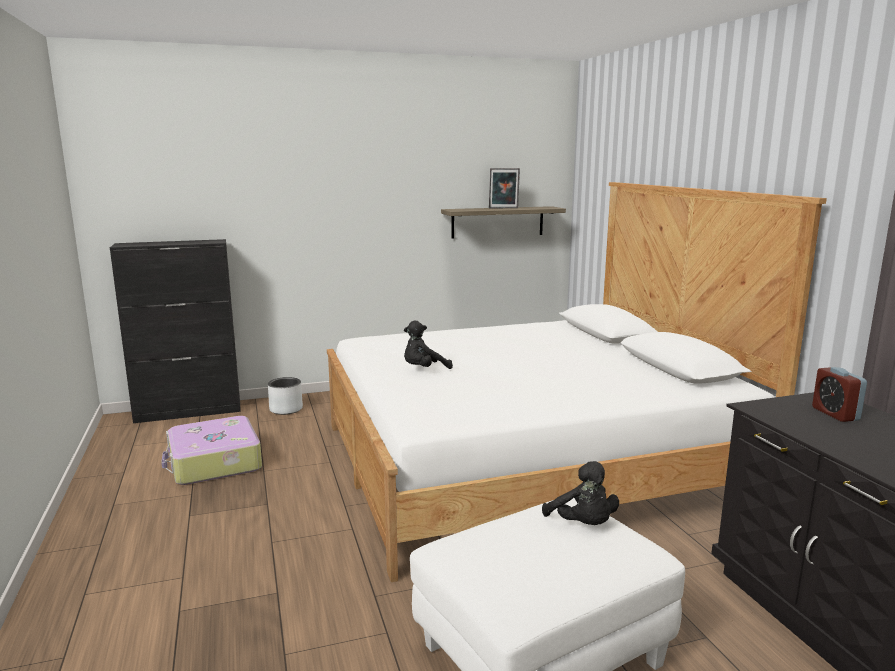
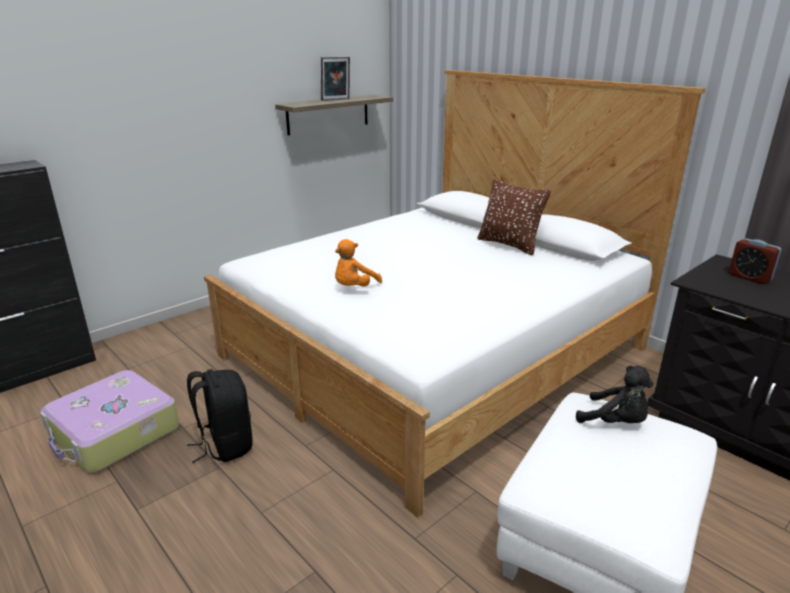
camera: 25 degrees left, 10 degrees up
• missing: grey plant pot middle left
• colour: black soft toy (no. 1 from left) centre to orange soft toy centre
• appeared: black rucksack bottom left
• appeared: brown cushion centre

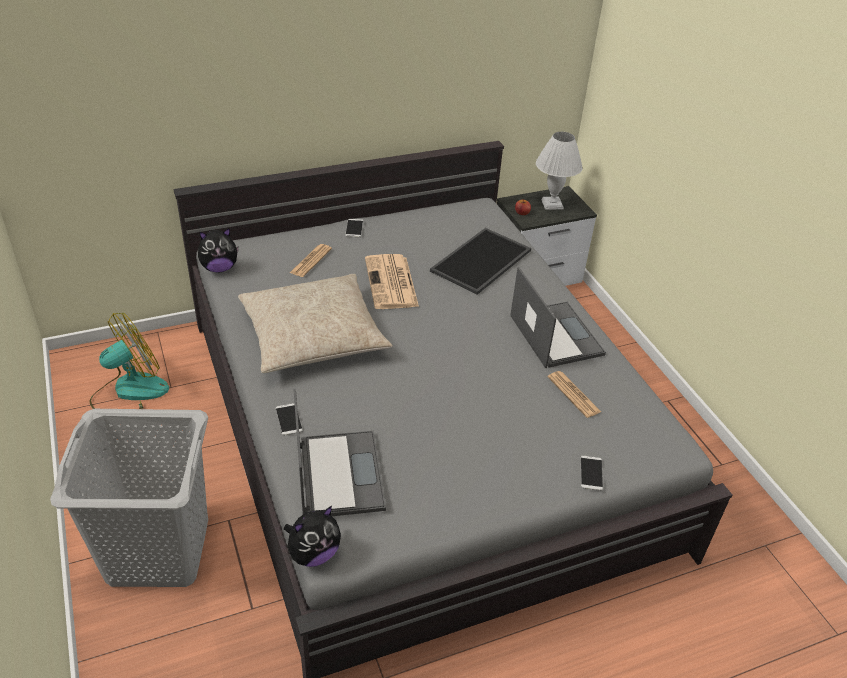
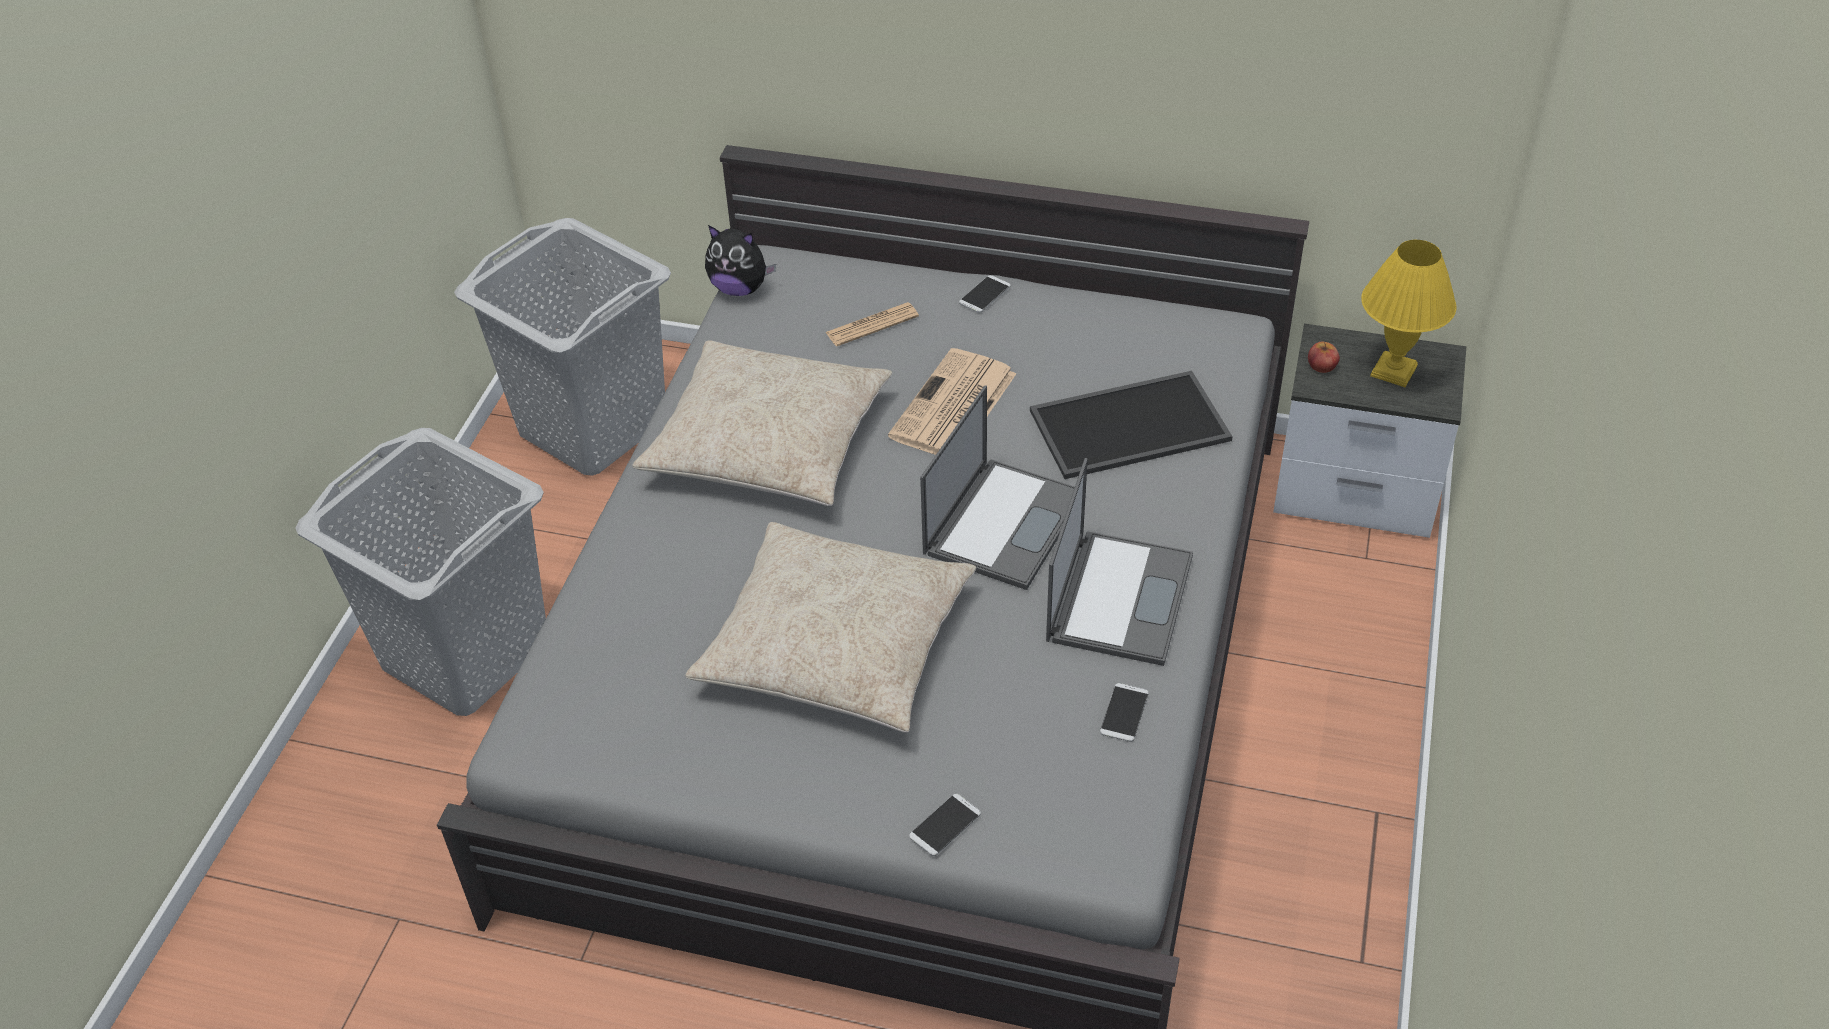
camera: 40 degrees right, 5 degrees up
• exchanged: fan middle left to grey laundry basket (no. 2 from left) middle left
• relocated: phone (no. 1 from left in the first image) centre to phone (no. 3 from left) bottom centre
• missing: soft toy (no. 2 from left) bottom centre
• relocated: portable computer (no. 1 from left) bottom centre to centre
• colour: whitish table lamp top centre to yellow table lamp top right
• missing: printed paper (no. 3 from left) middle right
• appeared: sand-coloured cushion (no. 2 from left) centre

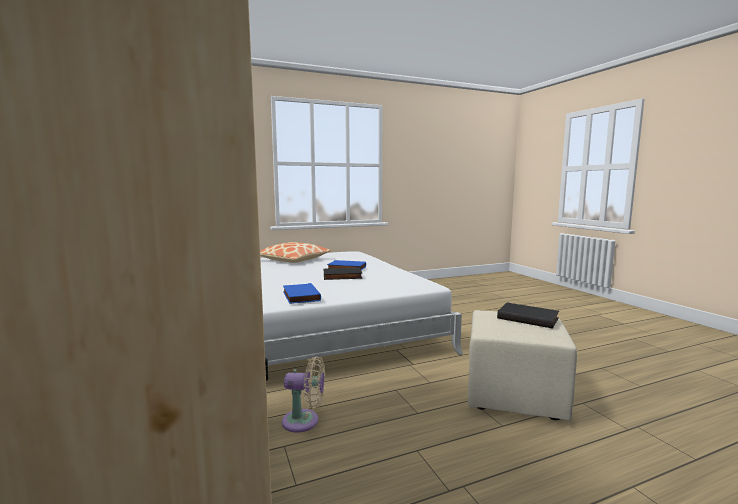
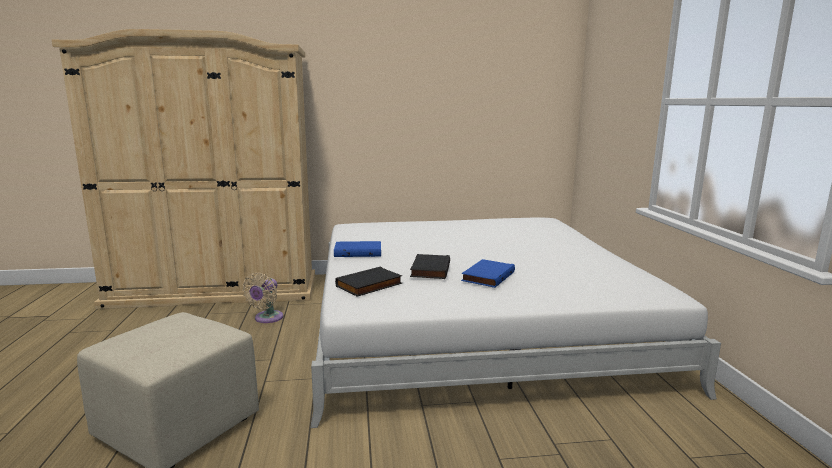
camera: 105 degrees right, 5 degrees up
• missing: cushion centre
• relocated: black book (no. 2 from left in the first image) middle right to black book (no. 1 from left) centre

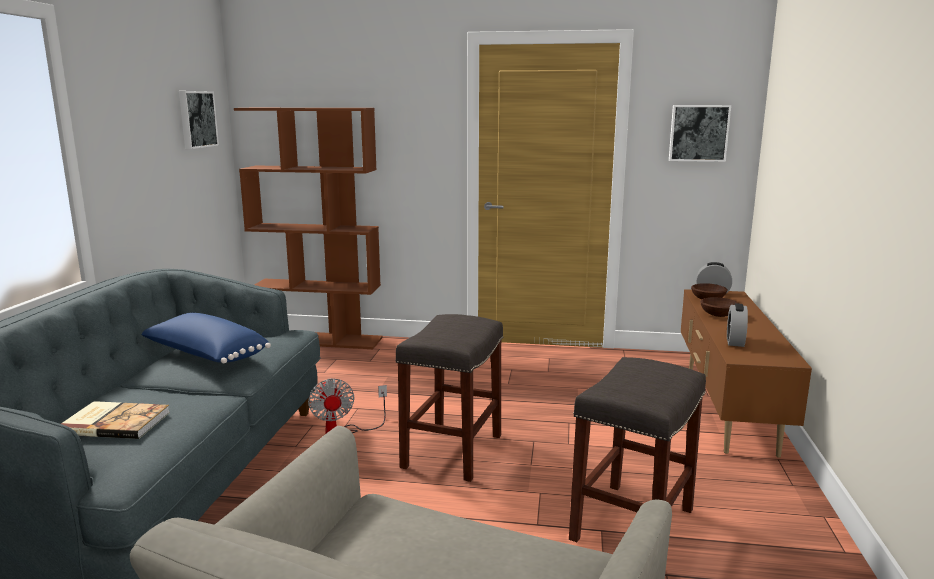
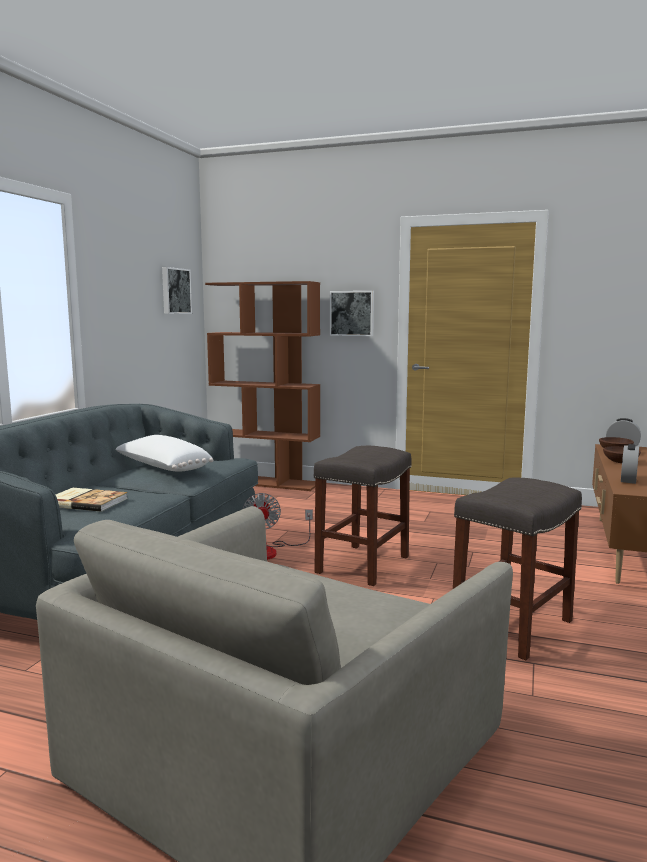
camera: 10 degrees right, 5 degrees down
• colour: blue cushion middle left to whitish cushion middle left
• relocated: wall picture (no. 2 from left) top right to centre

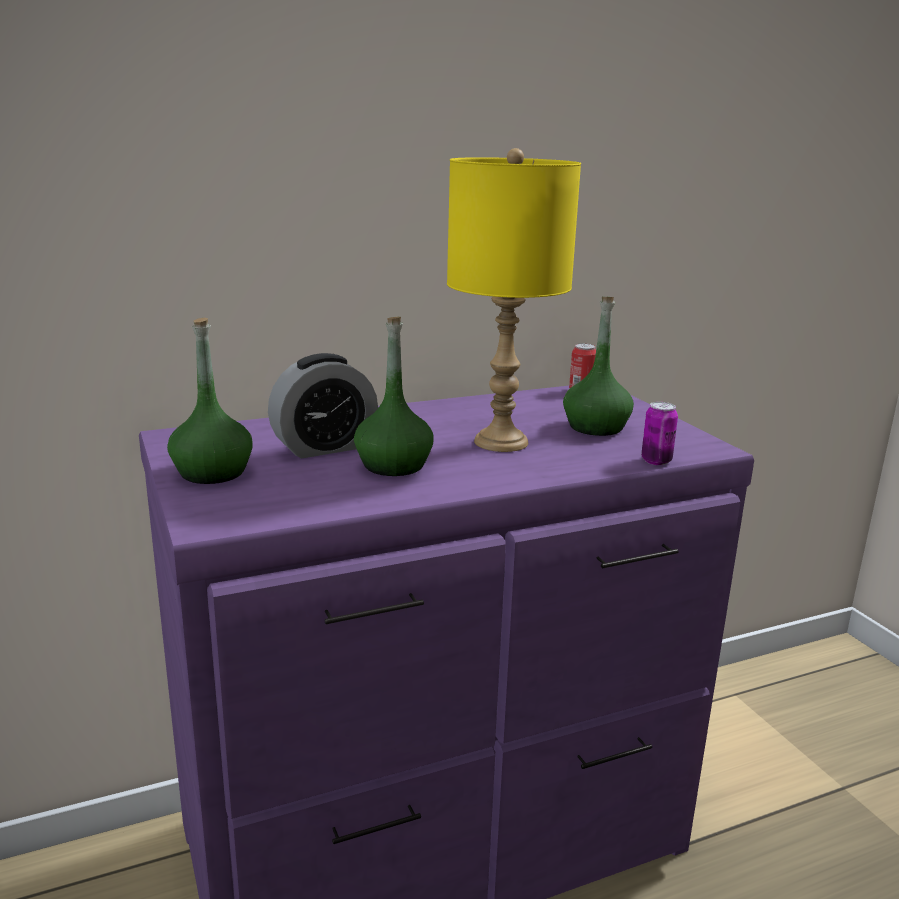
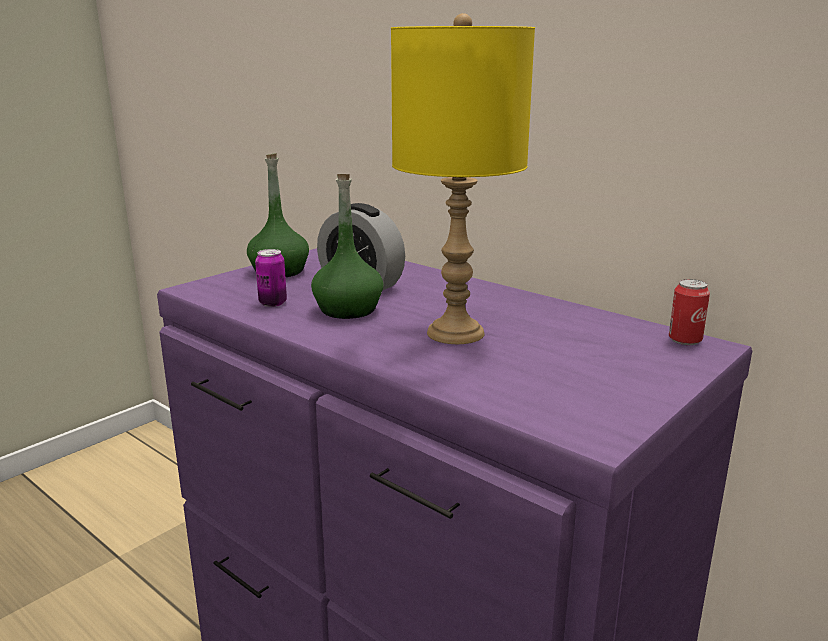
camera: 65 degrees right, 0 degrees up
• missing: green beverage bottle (no. 3 from left) centre
• relocated: metal can (no. 2 from left in the first image) middle right to metal can (no. 1 from left) middle left

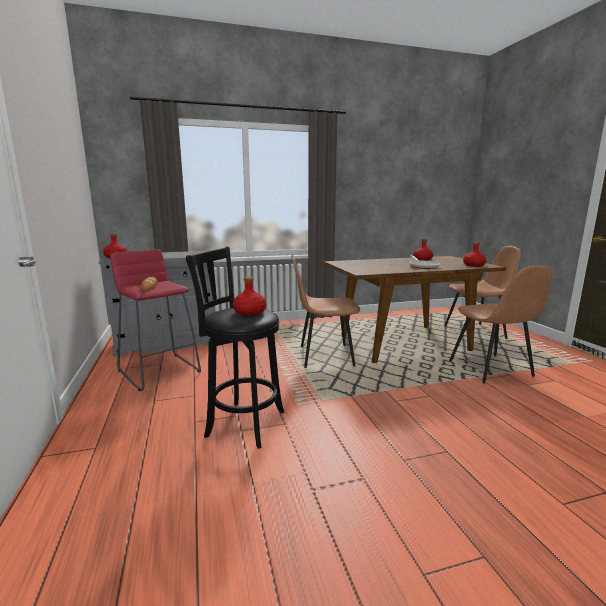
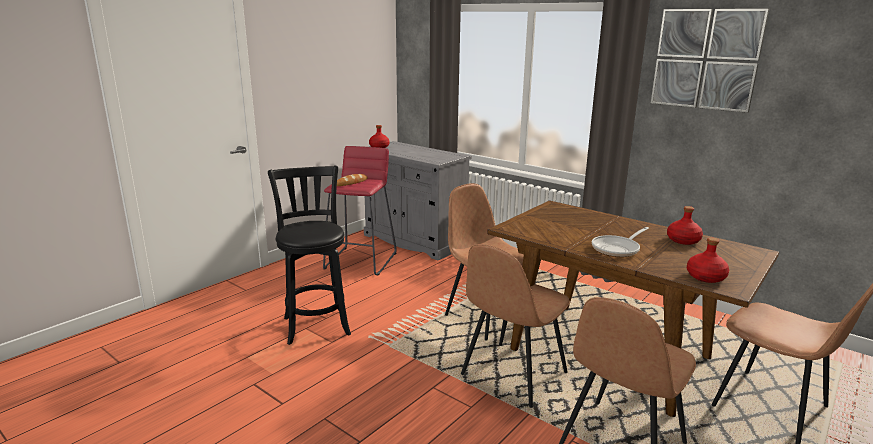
camera: 55 degrees right, 5 degrees up
• missing: red beverage bottle (no. 2 from left) centre
• appeared: brown plain chair (no. 2 from left) bottom centre
• appeared: wall picture top right

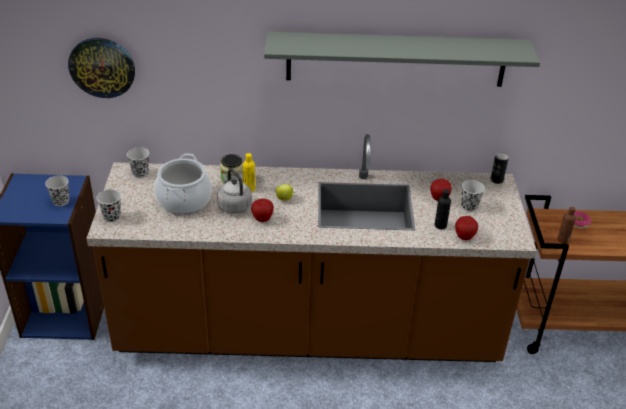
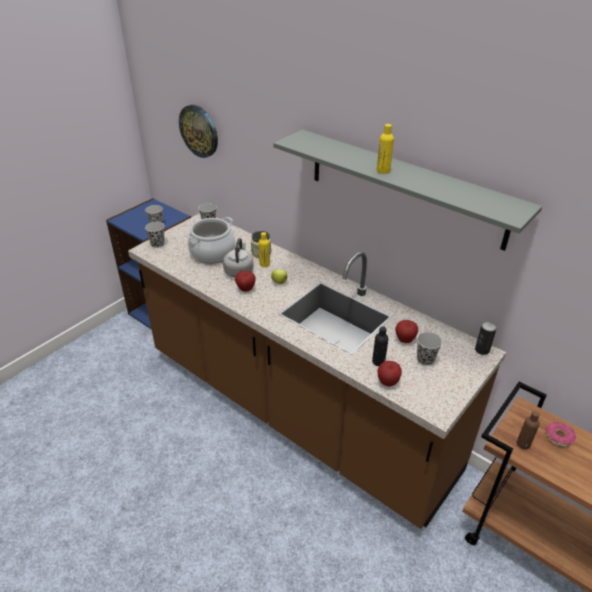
camera: 40 degrees right, 0 degrees up
• appeared: yellow beverage bottle (no. 2 from left) top centre

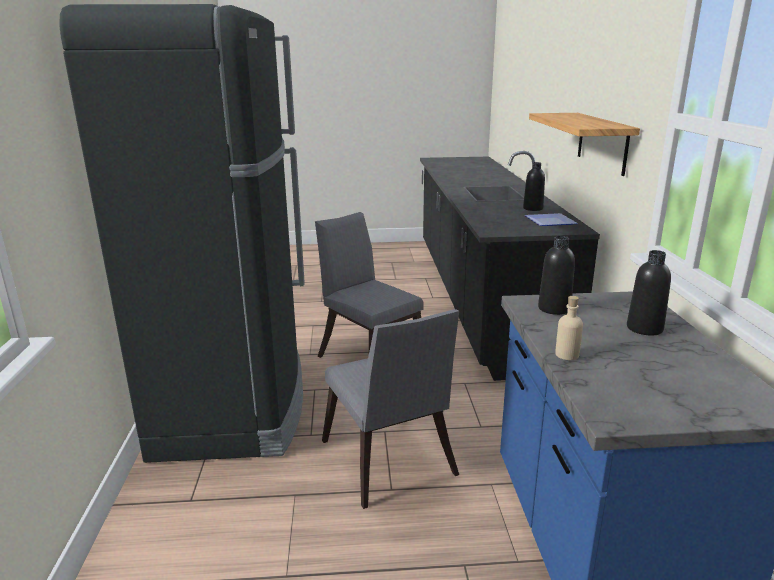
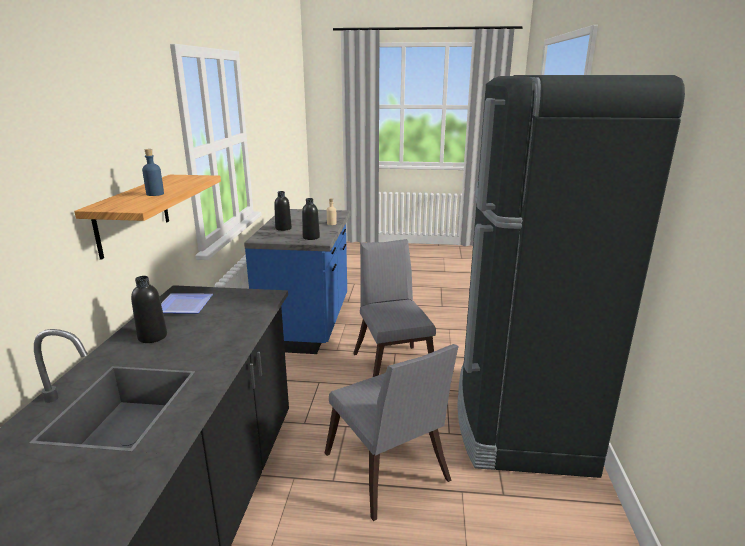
camera: 170 degrees left, 0 degrees up
• appeared: blue beverage bottle top left

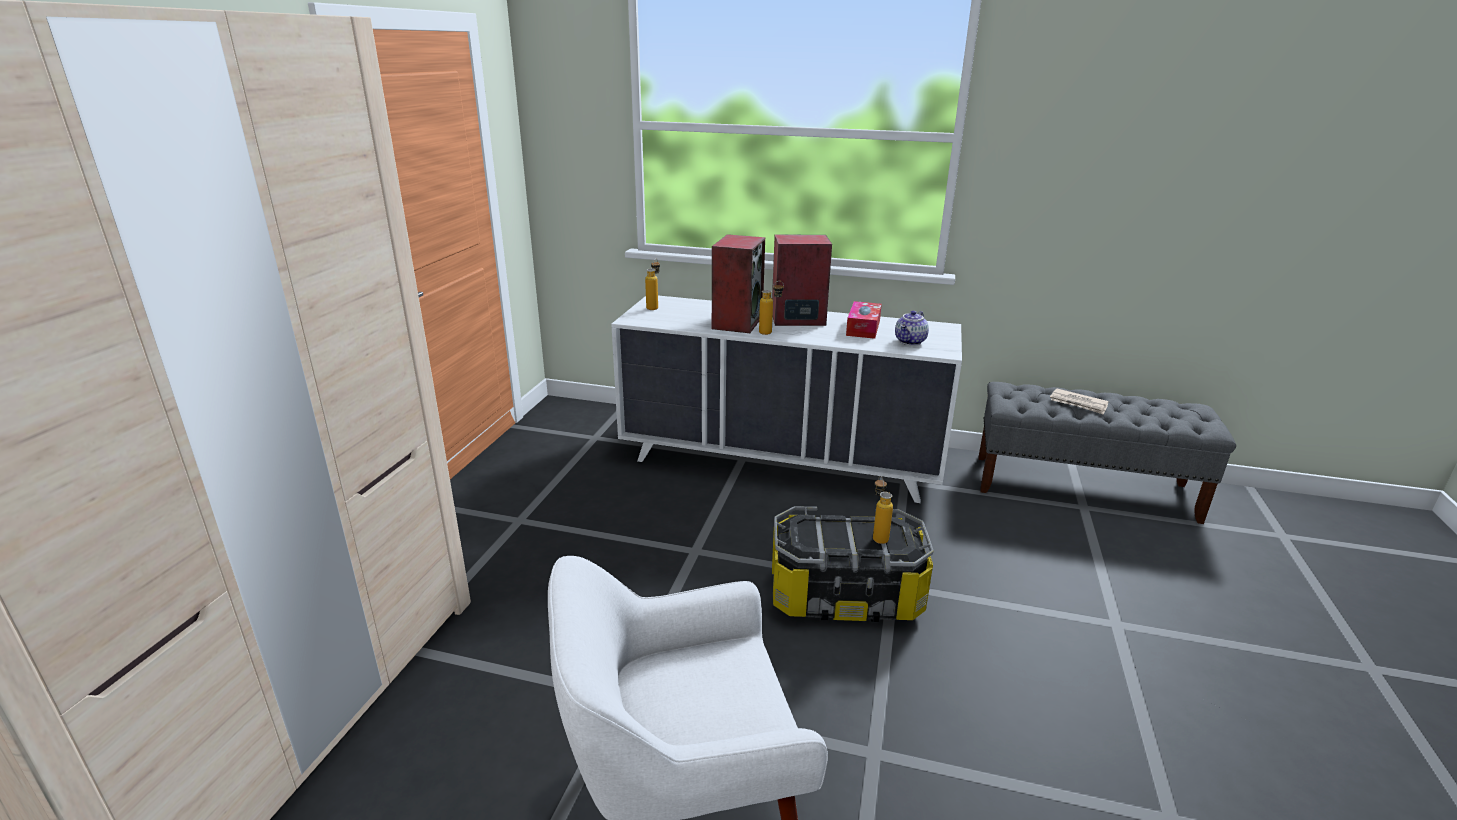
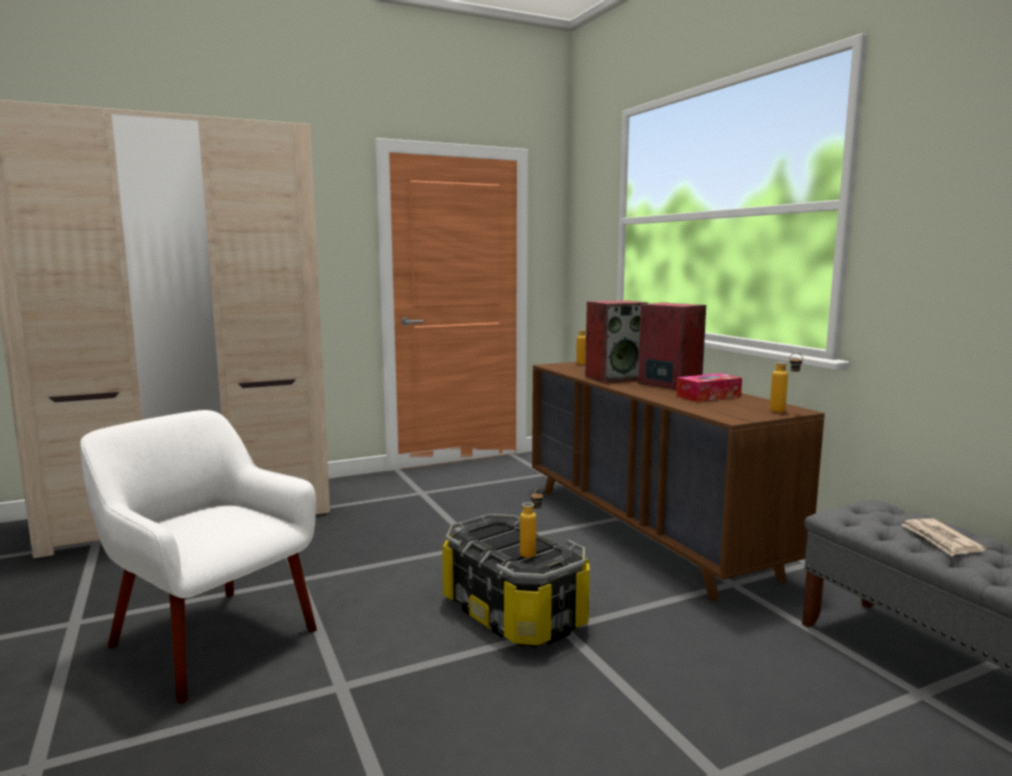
camera: 50 degrees right, 15 degrees down
• colour: whitish dresser centre to brown dresser middle right
• relocated: beverage bottle (no. 2 from left in the first image) centre to beverage bottle (no. 3 from left) middle right
• missing: tea pot centre

